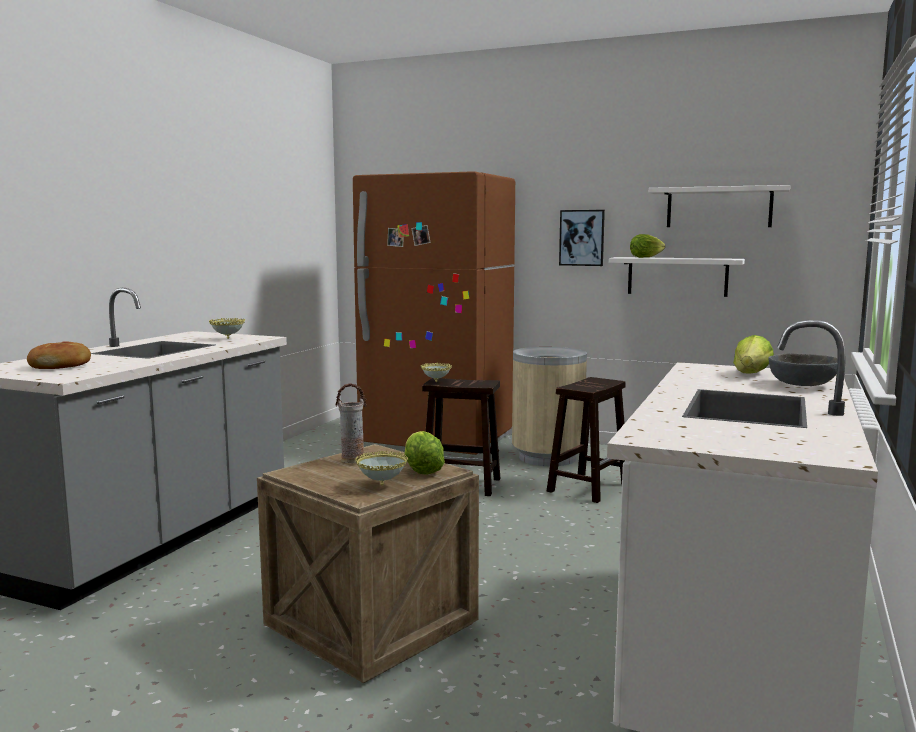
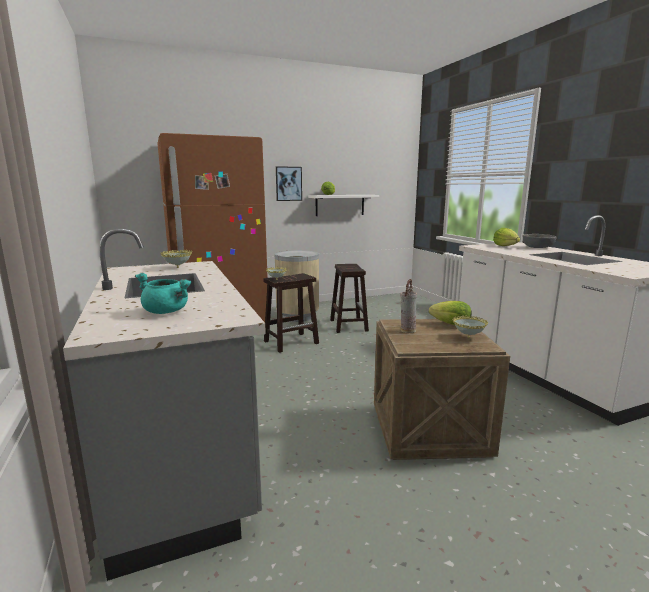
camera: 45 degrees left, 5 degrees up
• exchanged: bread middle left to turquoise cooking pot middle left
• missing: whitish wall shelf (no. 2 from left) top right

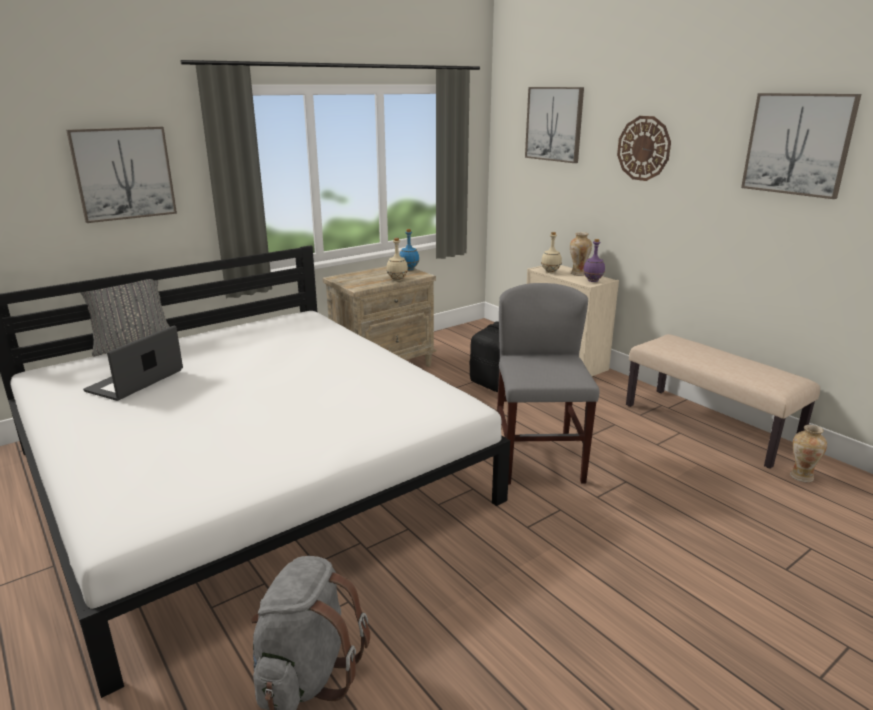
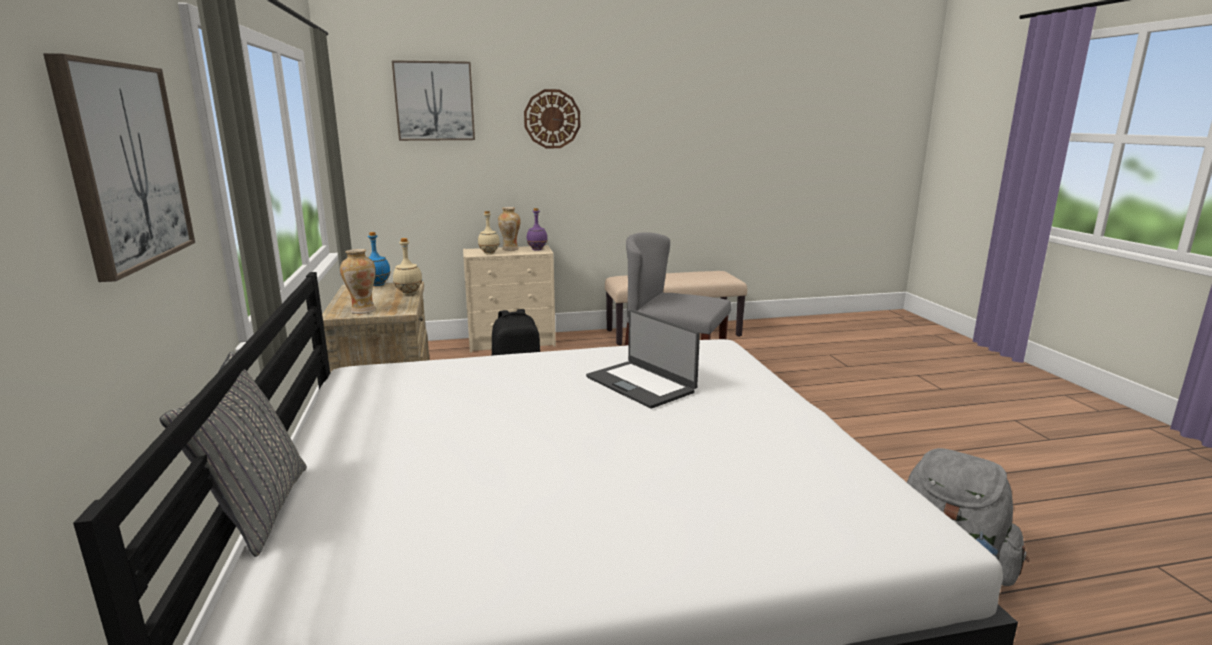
camera: 65 degrees left, 5 degrees down
• relocated: portable computer middle left to centre
• missing: wall picture (no. 3 from left) top right
• relocated: flower vase (no. 2 from left in the first image) middle right to flower vase (no. 1 from left) middle left

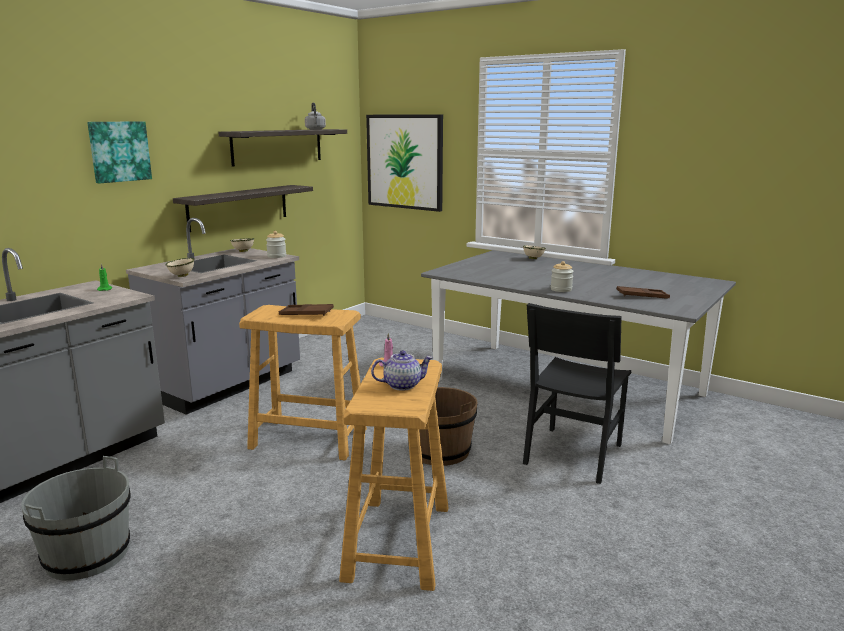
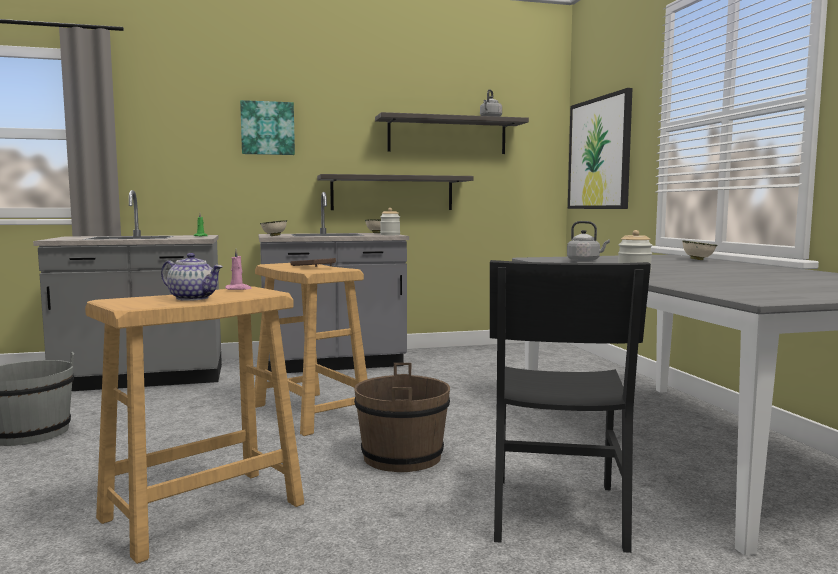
camera: 40 degrees right, 10 degrees down
• spun: black plain chair middle right = bottom right 60 degrees counterclockwise
• missing: brown serving tray (no. 2 from left) middle right
• appeared: grey water kettle (no. 2 from left) middle right

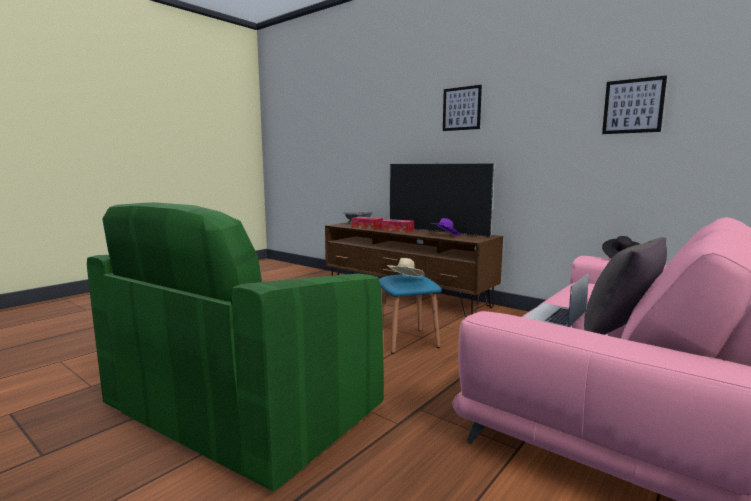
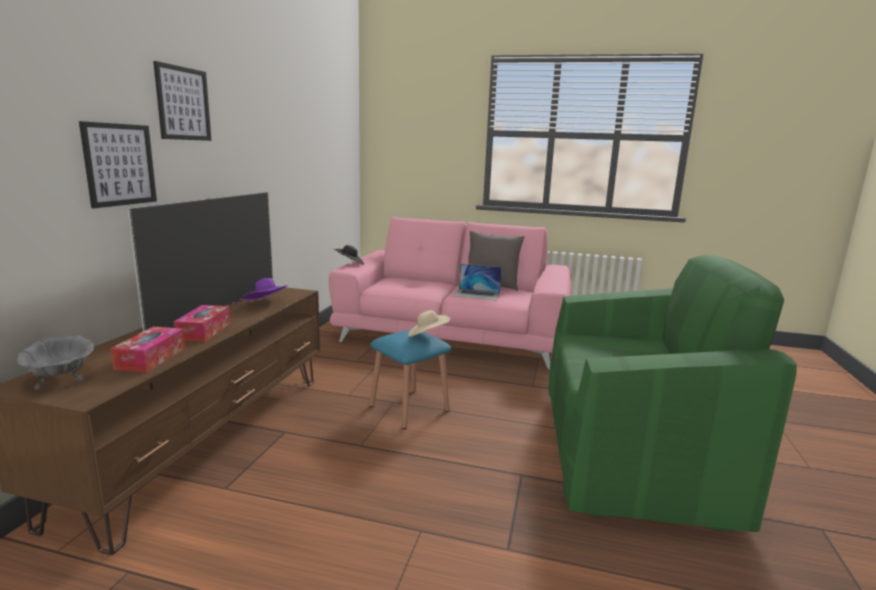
camera: 115 degrees left, 5 degrees up
• relocated: wall picture (no. 2 from left in the first image) top right to wall picture (no. 1 from left) top left

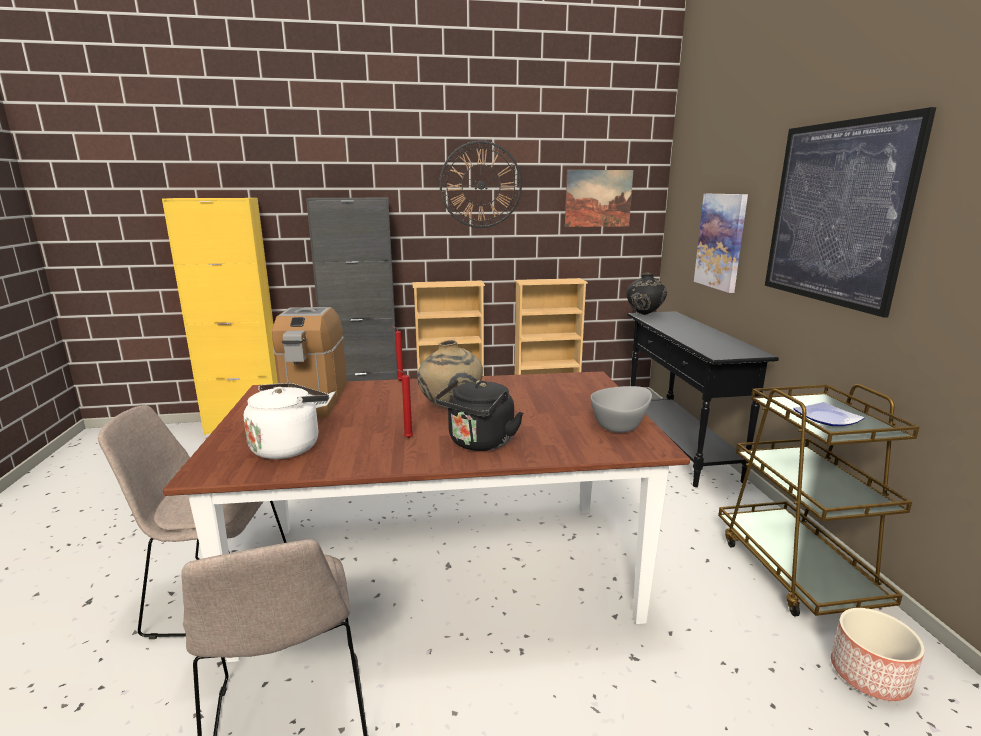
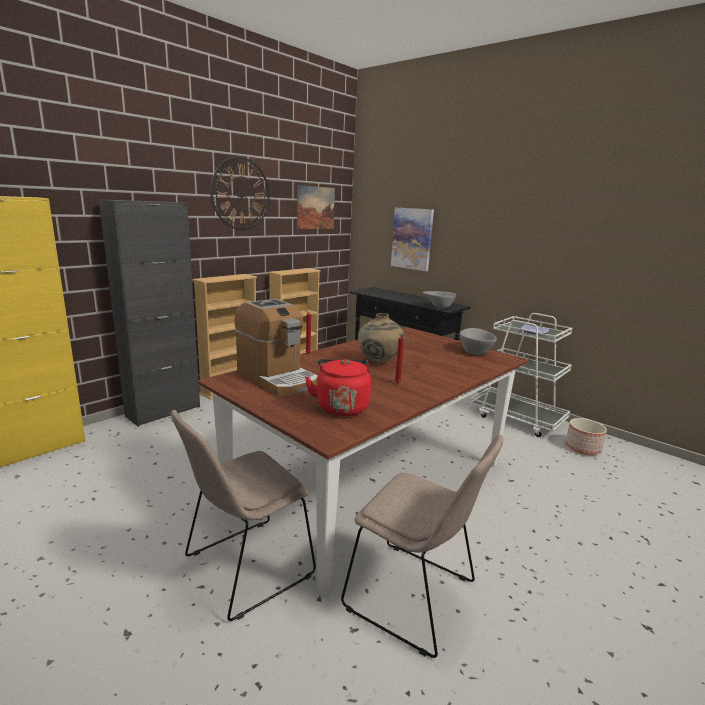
camera: 40 degrees left, 0 degrees up
• colour: whitish water kettle middle left to red water kettle centre
• missing: black water kettle centre
• missing: black flower vase centre
• colour: brown trolley bottom right to whitish trolley middle right
• missing: wall picture (no. 3 from left) top right
• appeared: grey deep dish (no. 1 from left) centre

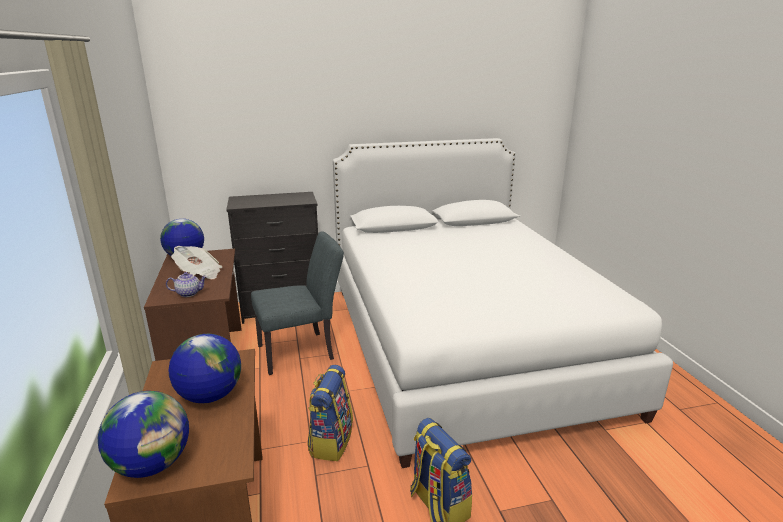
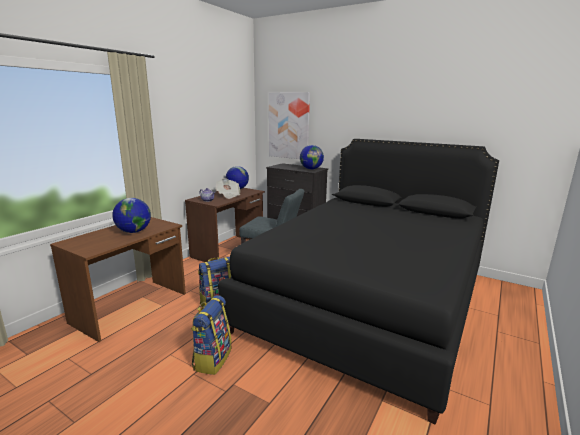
camera: 45 degrees right, 5 degrees down
• relocated: desk globe (no. 1 from left in the first image) bottom left to desk globe (no. 3 from left) centre
• colour: whitish bedroom bed centre to black bedroom bed centre
• appeared: wall picture top centre

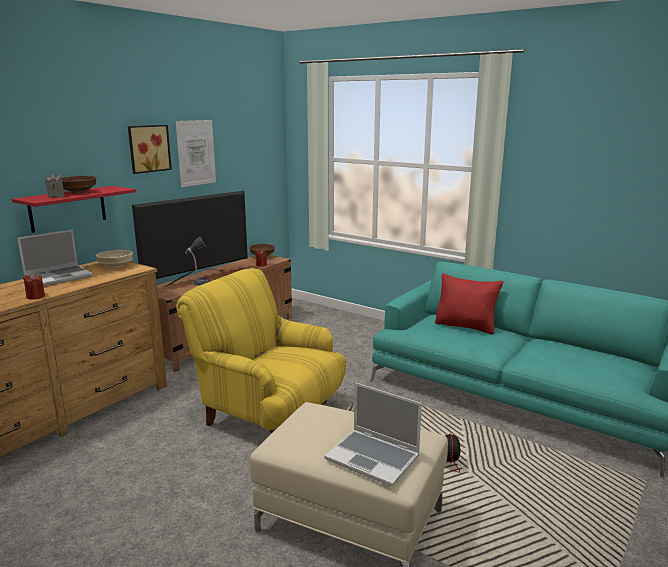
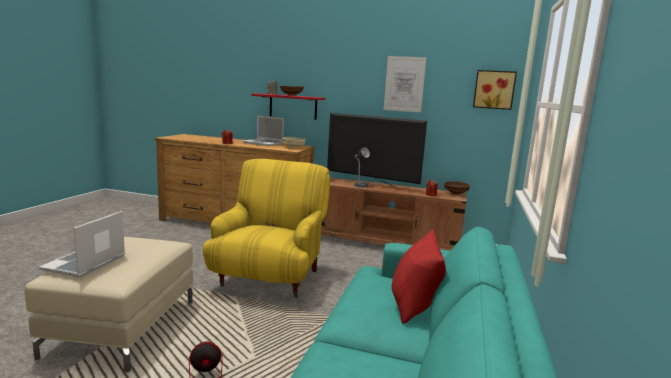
camera: 70 degrees right, 5 degrees down
• relocated: wall picture (no. 1 from left in the first image) top left to wall picture (no. 2 from left) top right

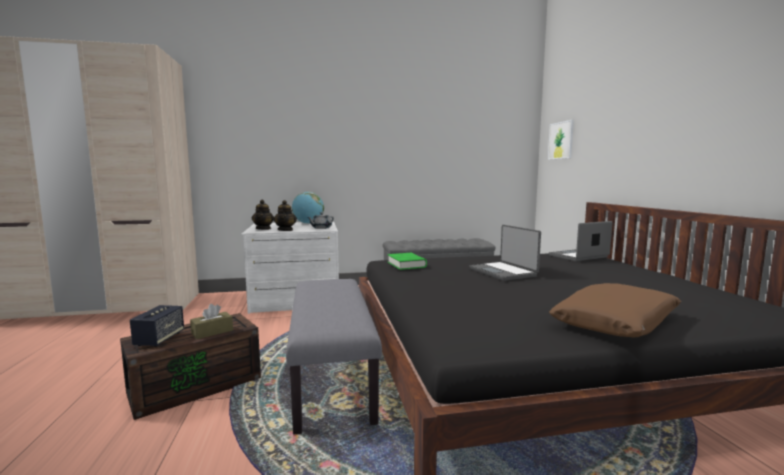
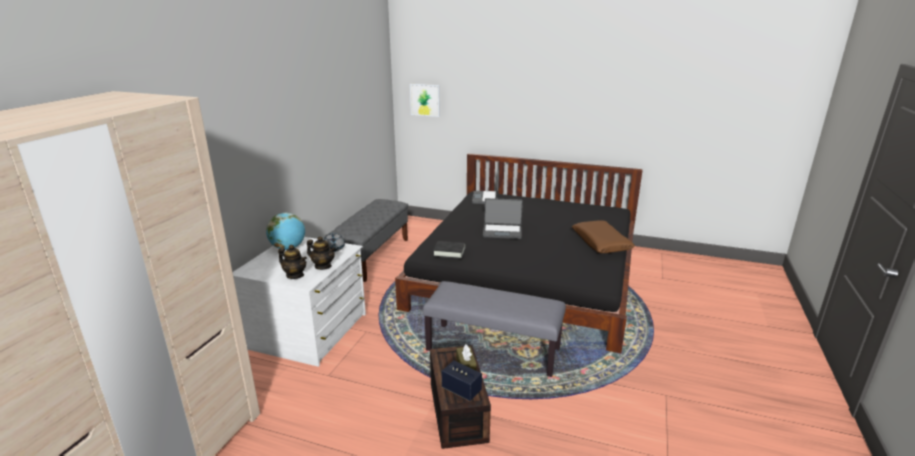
camera: 60 degrees left, 15 degrees up
• colour: green book centre to black book centre

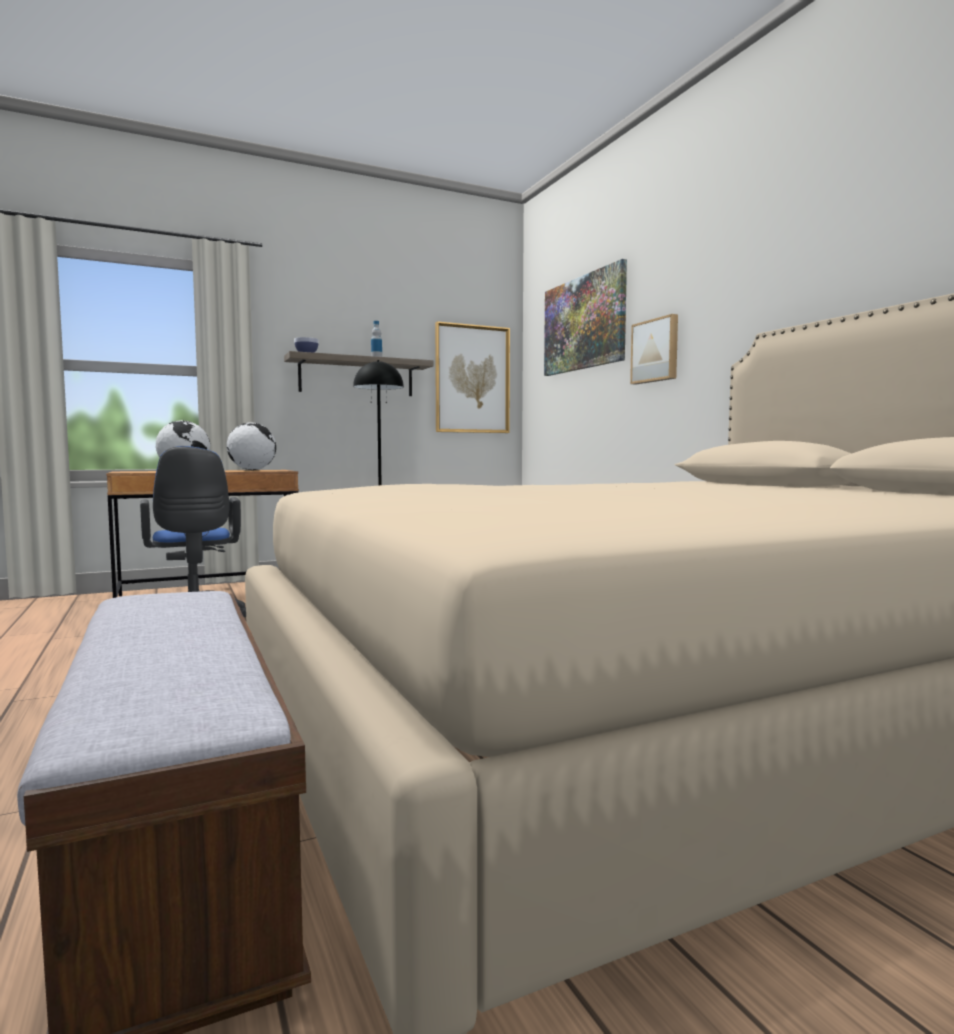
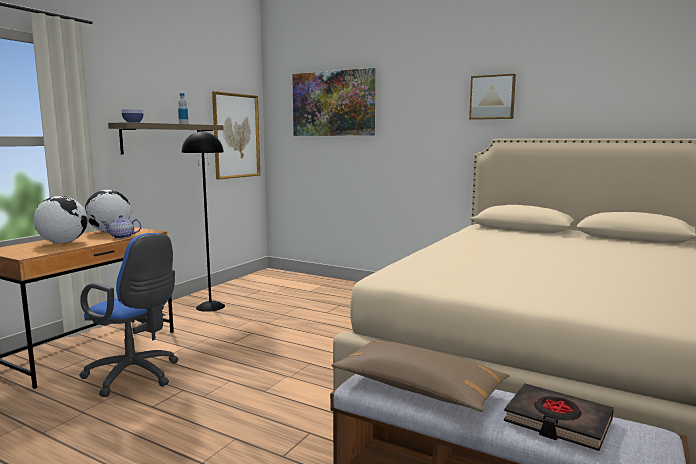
camera: 35 degrees left, 5 degrees up
• relocated: wall picture (no. 3 from left) middle right to top right
• appeared: tea pot middle left
• appeared: brown cushion bottom centre
• appeared: black book bottom right

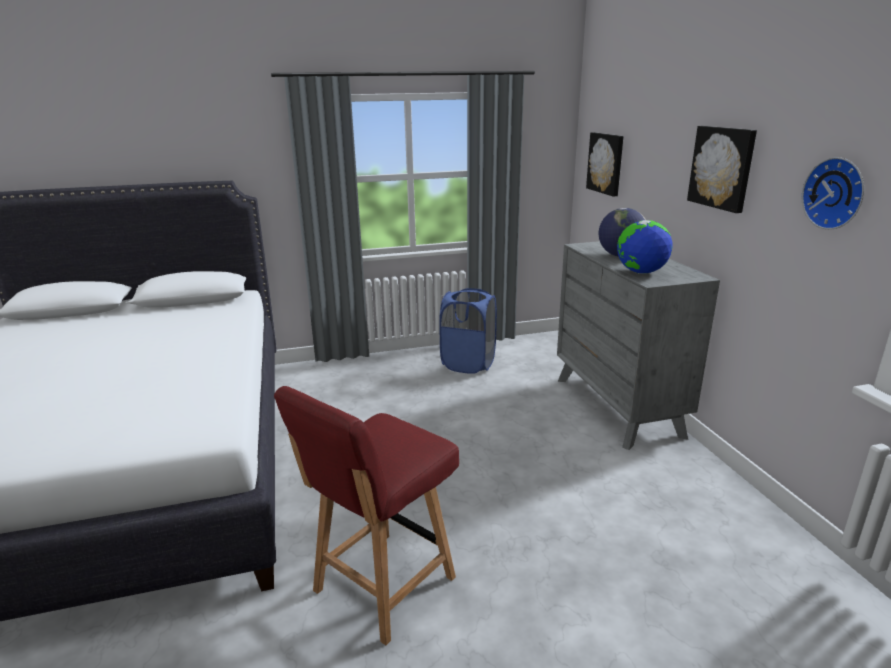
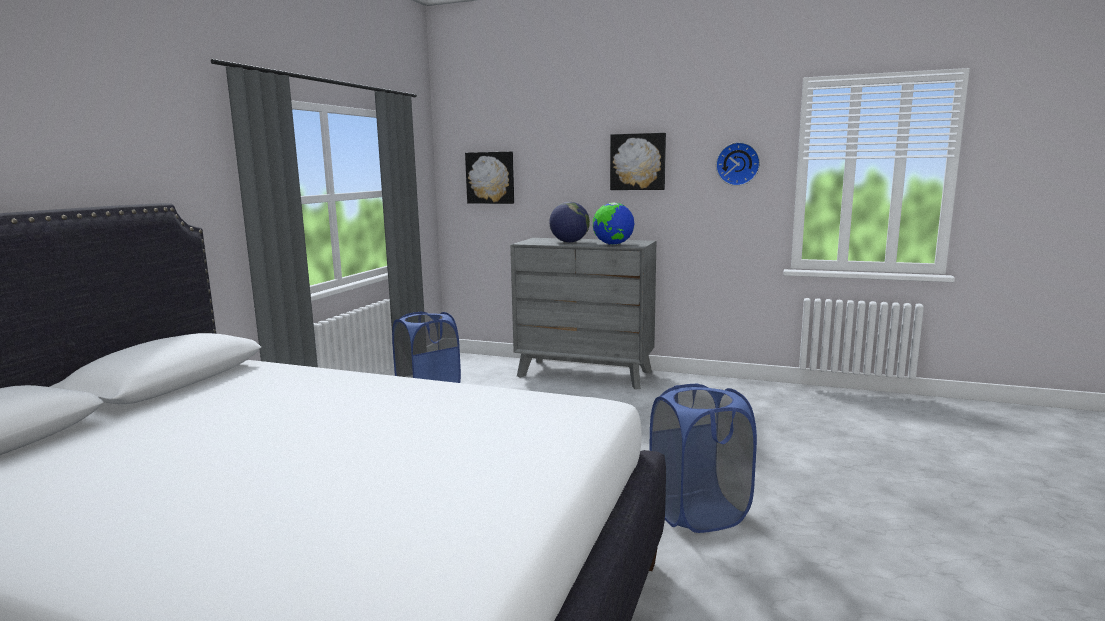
camera: 55 degrees left, 10 degrees down
• exchanged: red plain chair bottom centre to blue laundry basket (no. 2 from left) bottom centre

